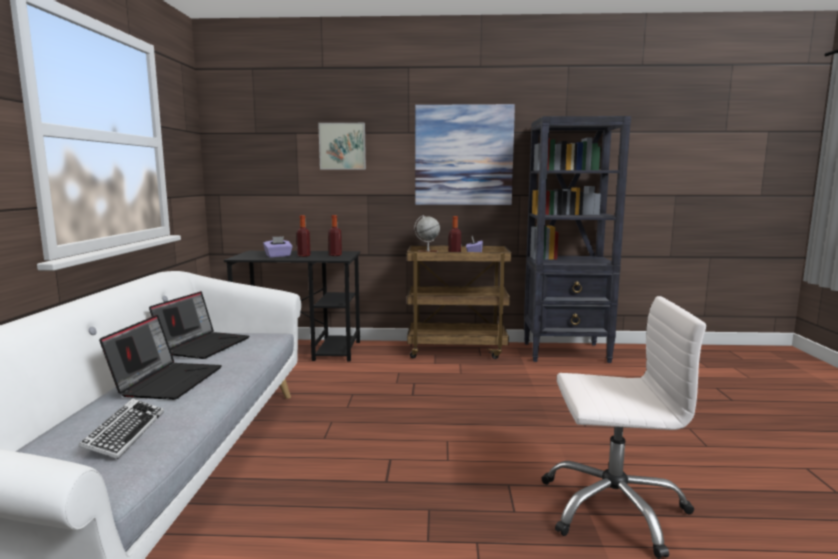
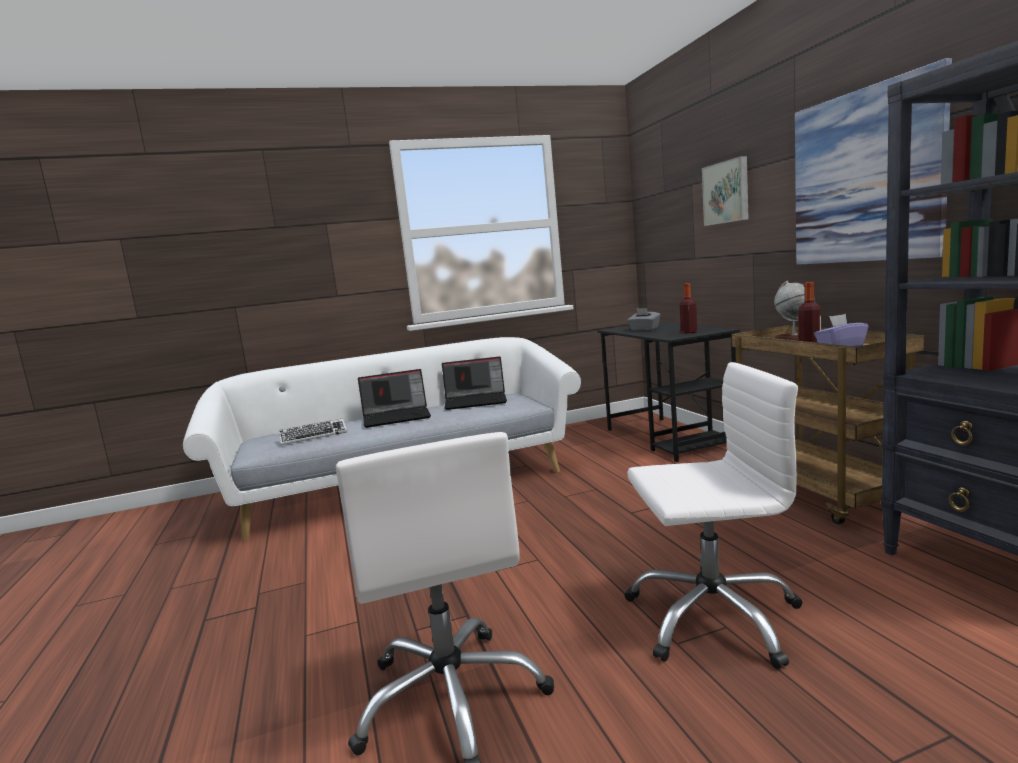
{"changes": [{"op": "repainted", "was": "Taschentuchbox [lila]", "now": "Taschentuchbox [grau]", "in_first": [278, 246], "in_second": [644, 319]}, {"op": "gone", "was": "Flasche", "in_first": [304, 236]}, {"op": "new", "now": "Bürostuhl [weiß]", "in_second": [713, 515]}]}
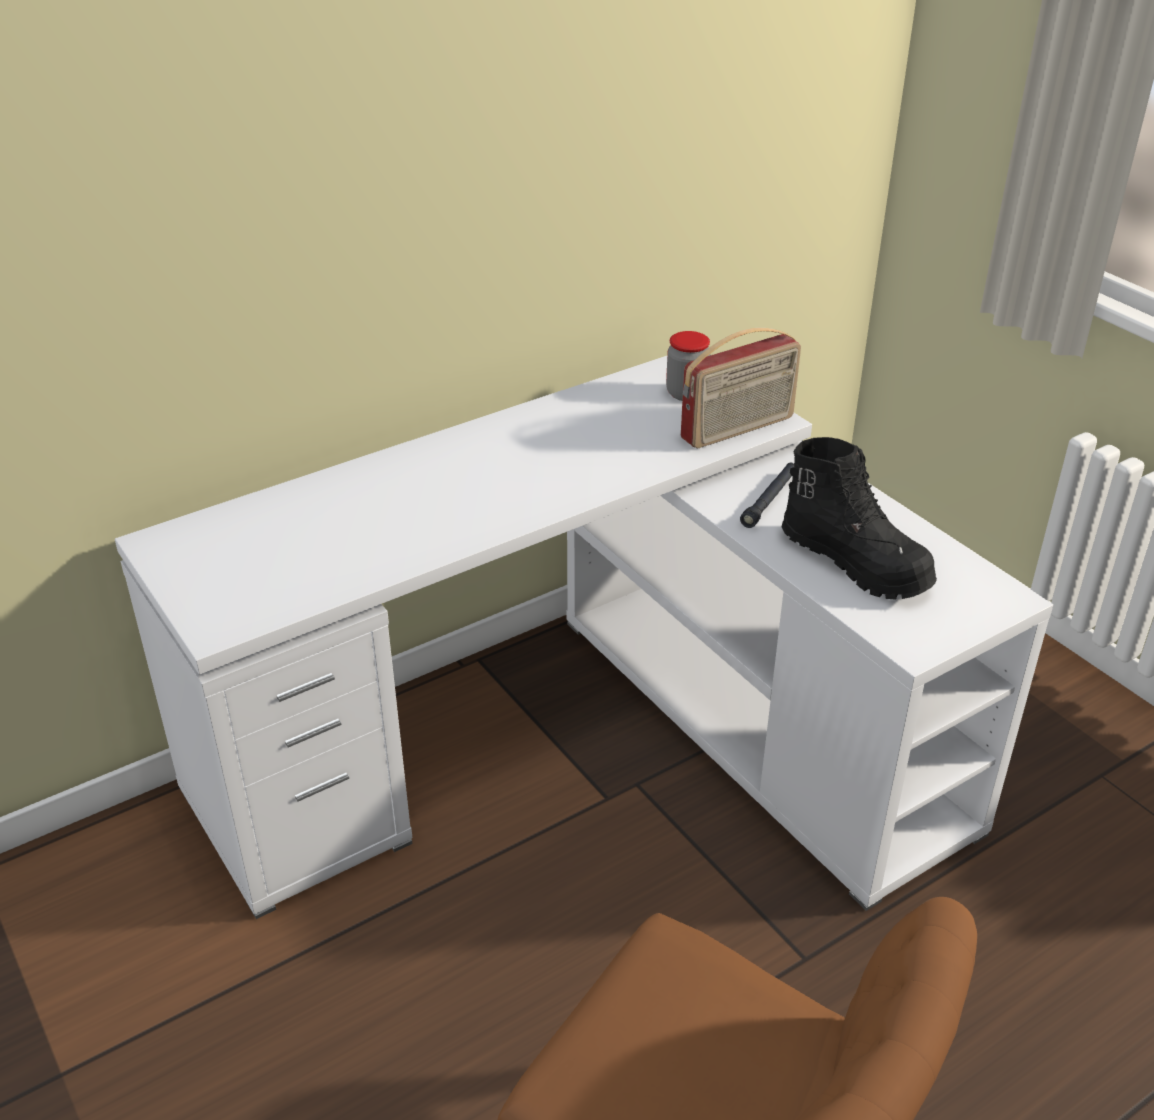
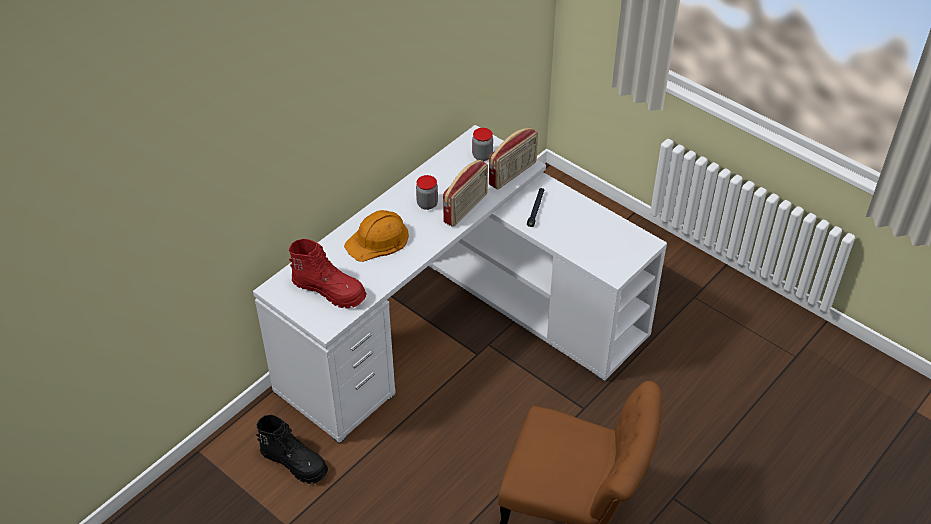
{"changes": [{"op": "shifted", "was": "Stiefel [schwarz]", "in_first": [859, 518], "in_second": [292, 449]}, {"op": "new", "now": "Stiefel [rot]", "in_second": [328, 274]}, {"op": "new", "now": "Schutzhelm [orange]", "in_second": [376, 236]}, {"op": "new", "now": "Vorratsglas", "in_second": [427, 192]}, {"op": "new", "now": "Radio", "in_second": [465, 193]}]}
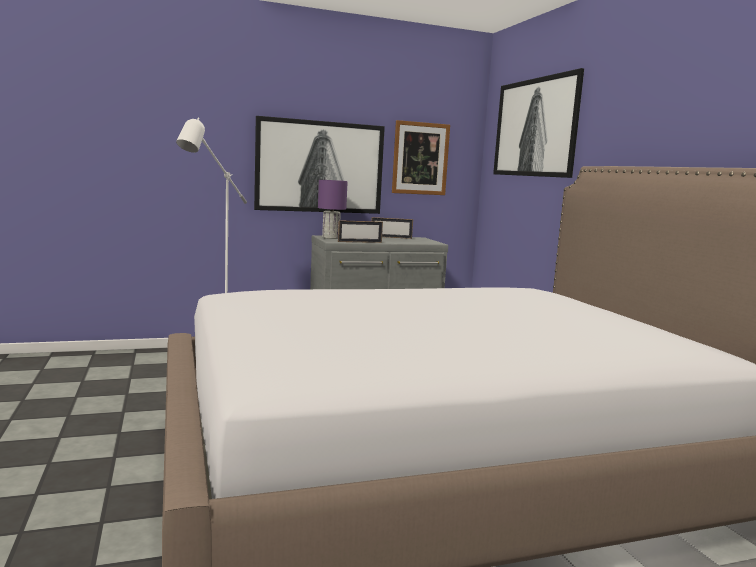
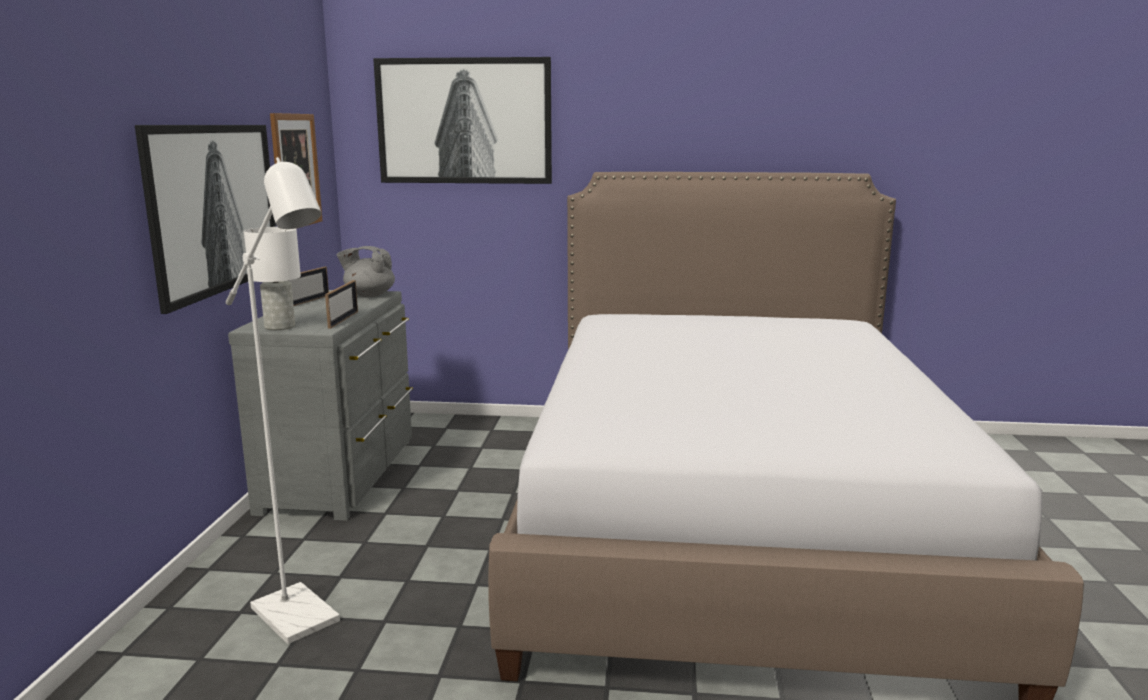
{"changes": [{"op": "repainted", "was": "Tischlampe [lila]", "now": "Tischlampe [weiß]", "in_first": [333, 209], "in_second": [272, 278]}, {"op": "new", "now": "Teekanne [grau]", "in_second": [366, 271]}]}
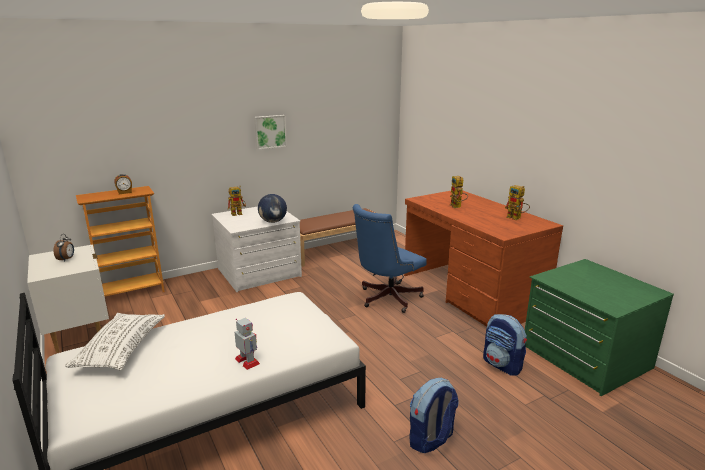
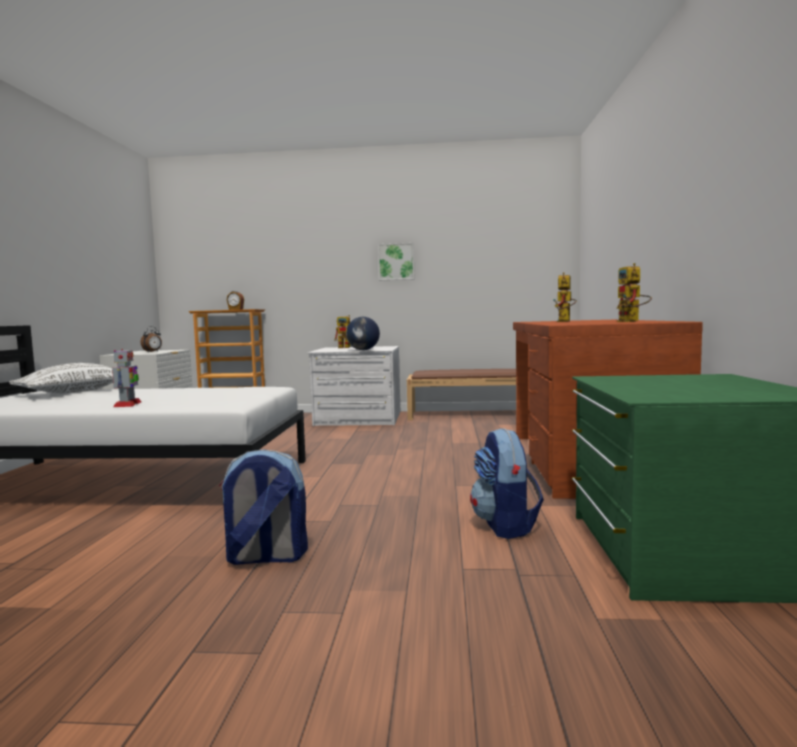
{"changes": [{"op": "gone", "was": "Bürostuhl [blau]", "in_first": [390, 258]}]}
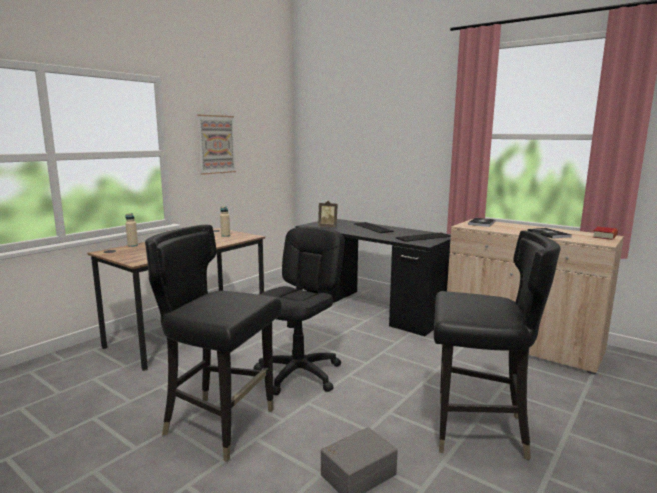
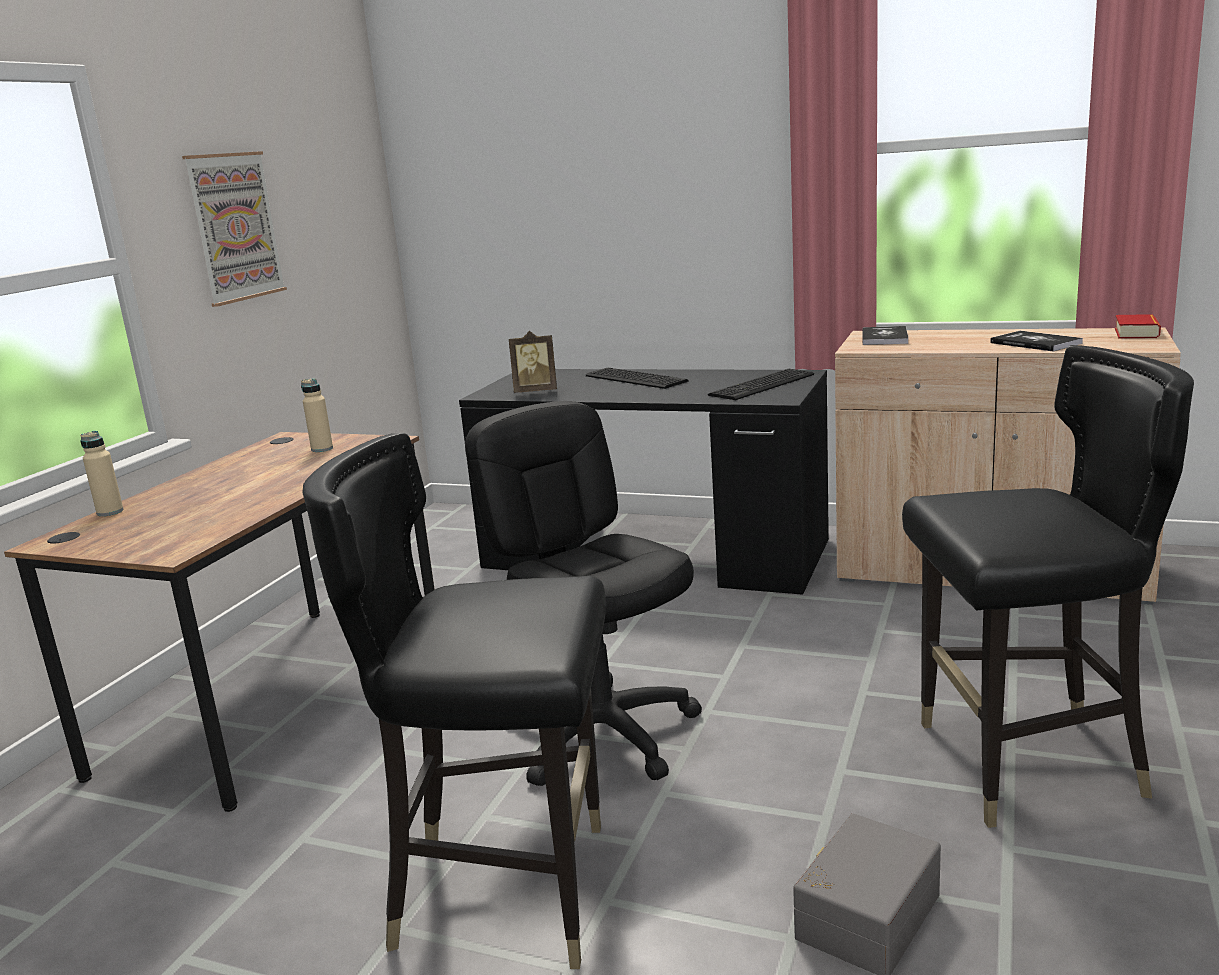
{"changes": [{"op": "rotated", "was": "Bürostuhl [schwarz]", "in_first": [299, 311], "in_second": [583, 593], "clockwise": -45}]}
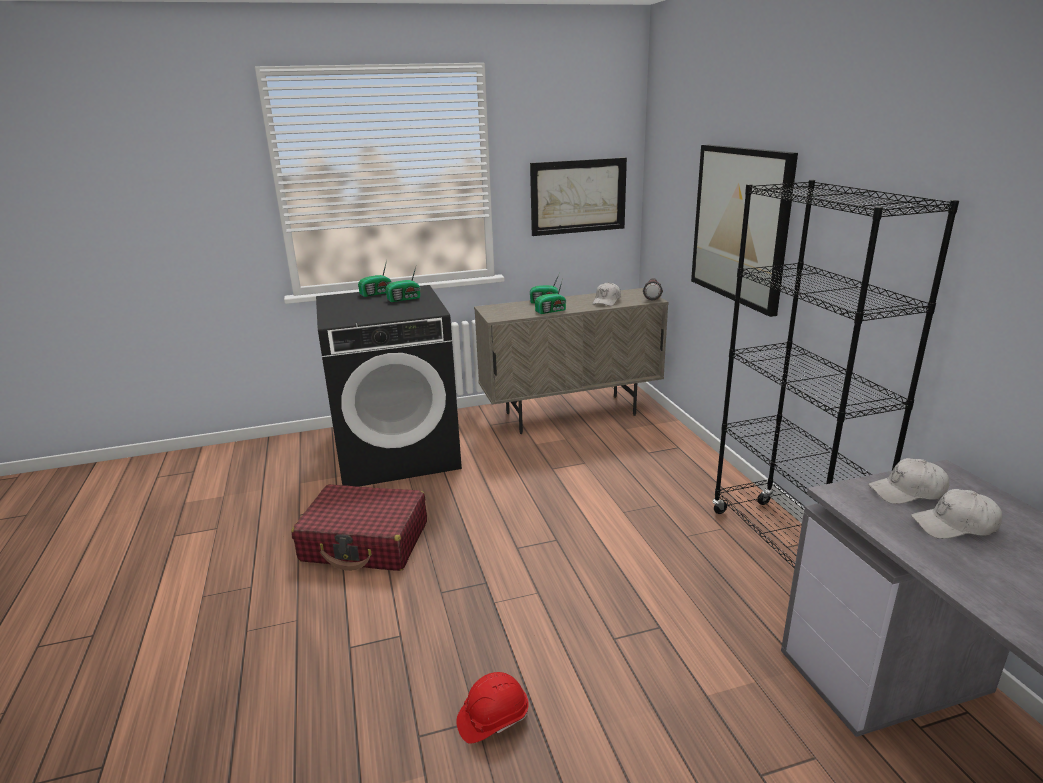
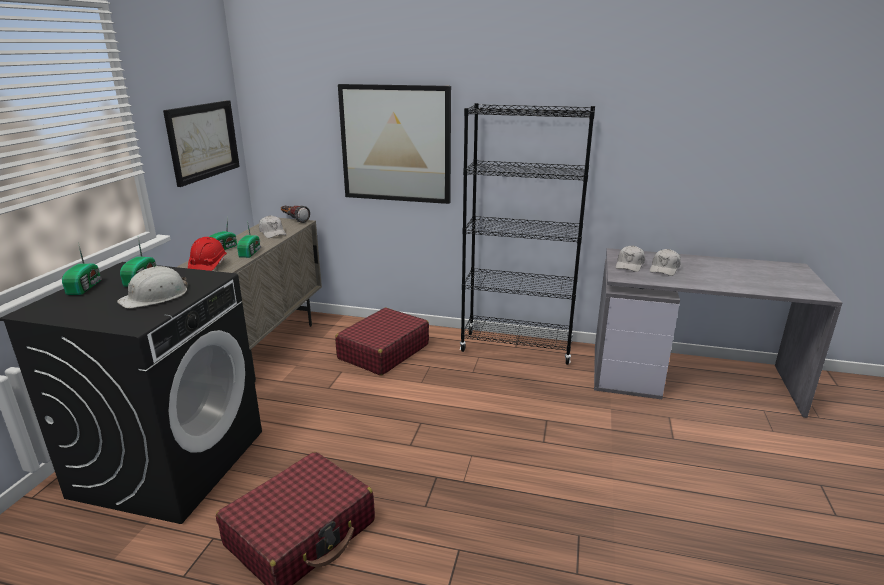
{"changes": [{"op": "shifted", "was": "Schutzhelm [rot]", "in_first": [492, 708], "in_second": [207, 254]}, {"op": "new", "now": "Schutzhelm [weiß]", "in_second": [152, 287]}, {"op": "new", "now": "Koffer [rot]", "in_second": [382, 342]}]}
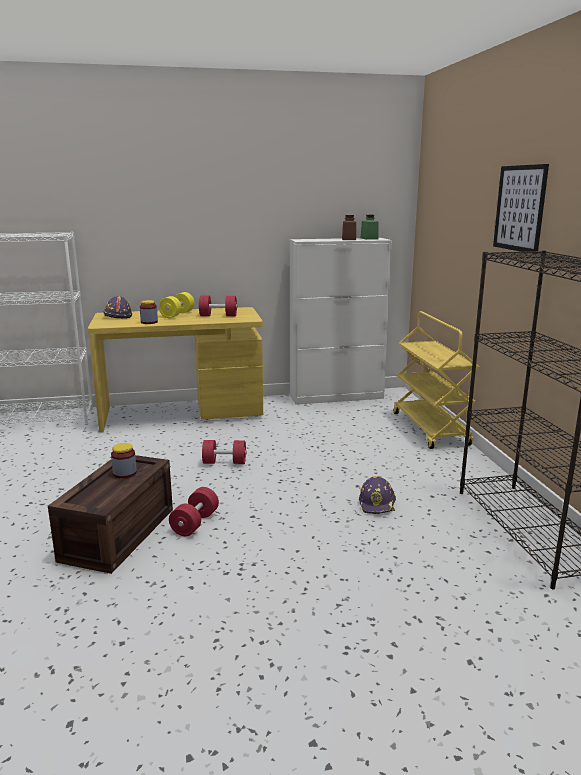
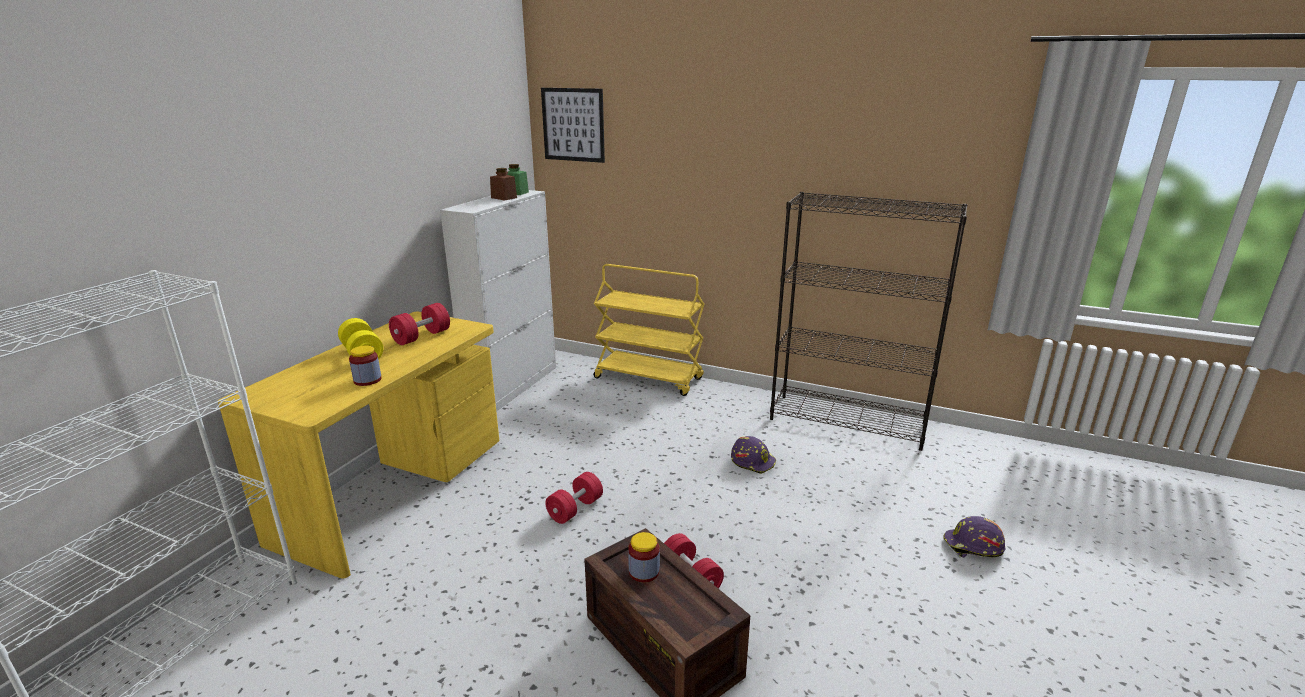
{"changes": [{"op": "shifted", "was": "Schutzhelm [lila]", "in_first": [117, 307], "in_second": [974, 537]}, {"op": "shifted", "was": "Bild", "in_first": [521, 208], "in_second": [573, 125]}]}
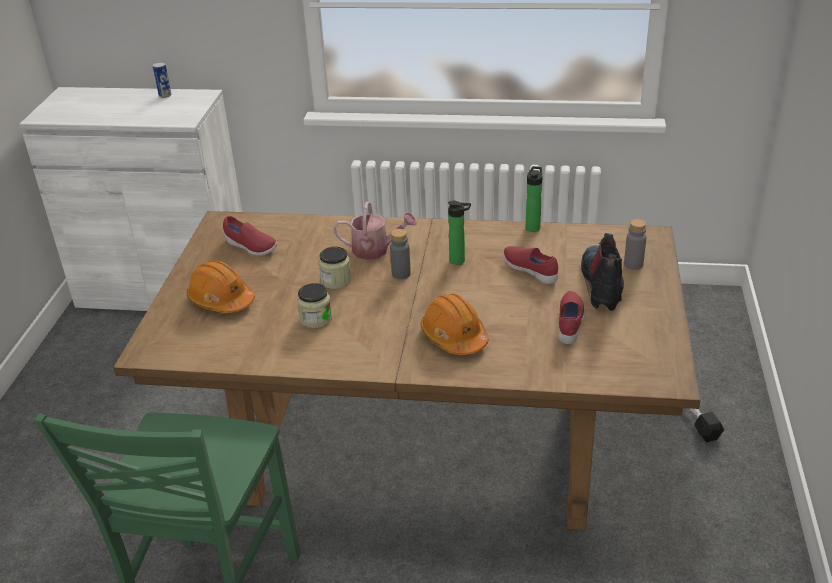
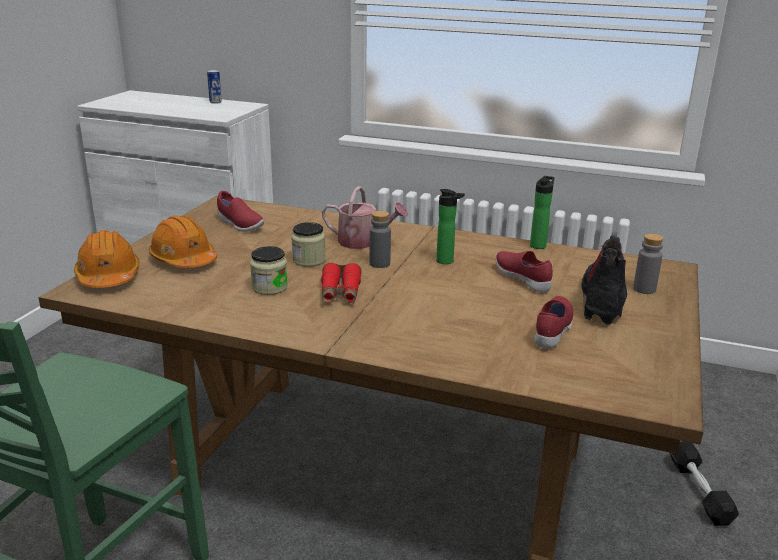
{"changes": [{"op": "shifted", "was": "Schutzhelm [orange]", "in_first": [455, 324], "in_second": [107, 259]}, {"op": "new", "now": "Fernglas [rot]", "in_second": [341, 283]}]}
